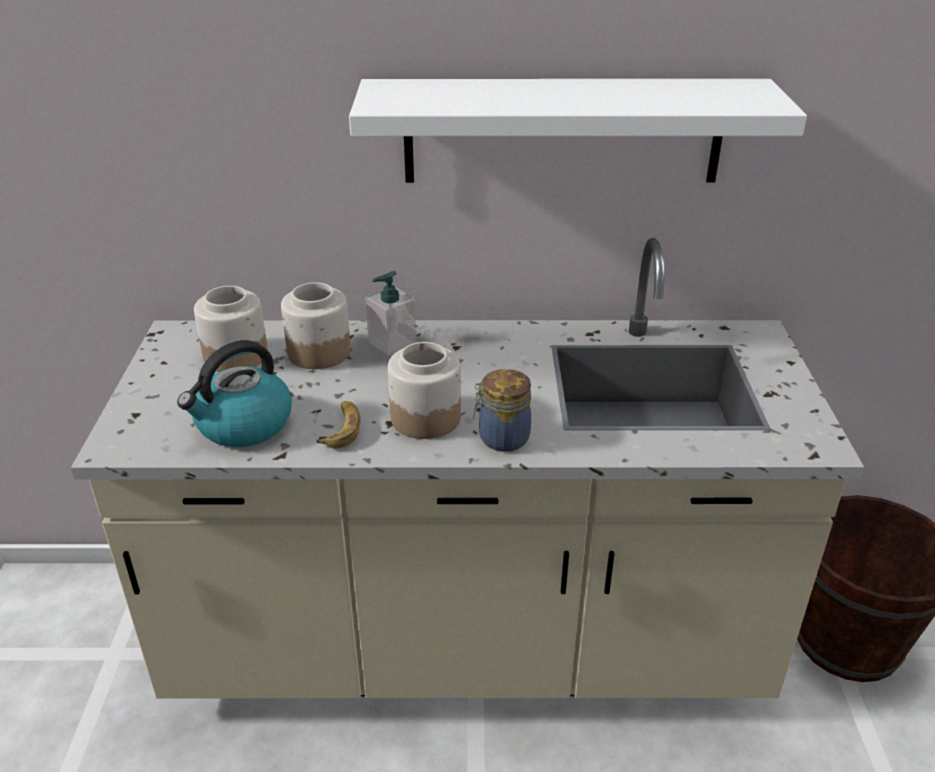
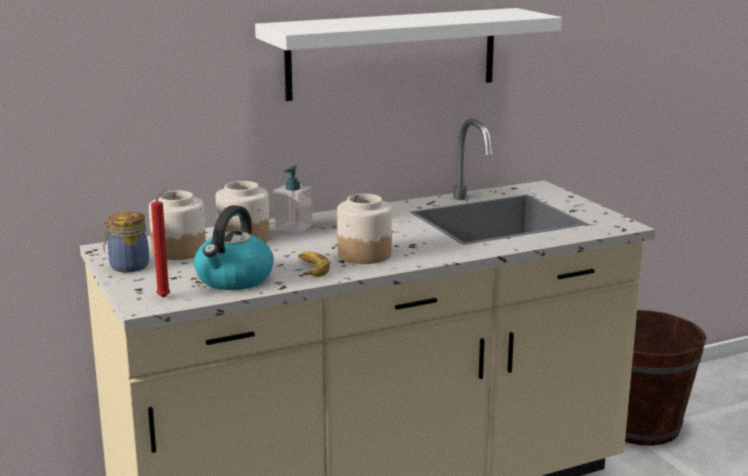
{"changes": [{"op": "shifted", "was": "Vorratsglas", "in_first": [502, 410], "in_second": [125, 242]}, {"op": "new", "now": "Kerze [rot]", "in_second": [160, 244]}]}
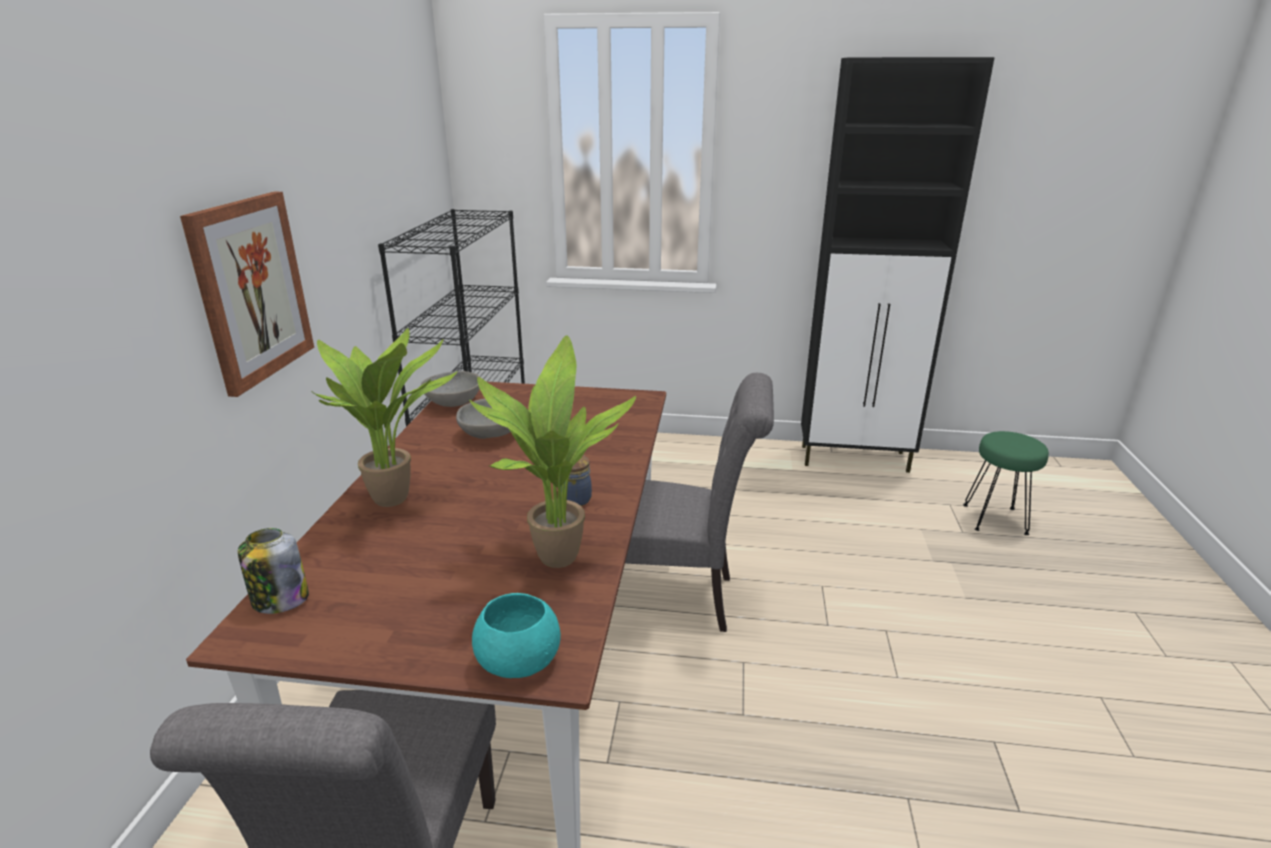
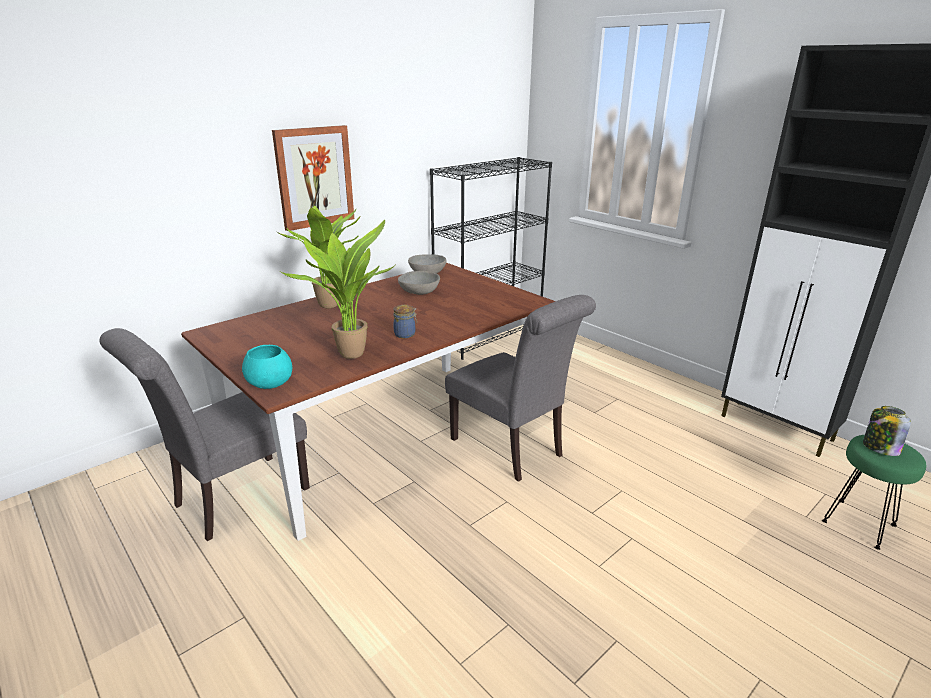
{"changes": [{"op": "shifted", "was": "Vorratsglas", "in_first": [273, 571], "in_second": [887, 431]}]}
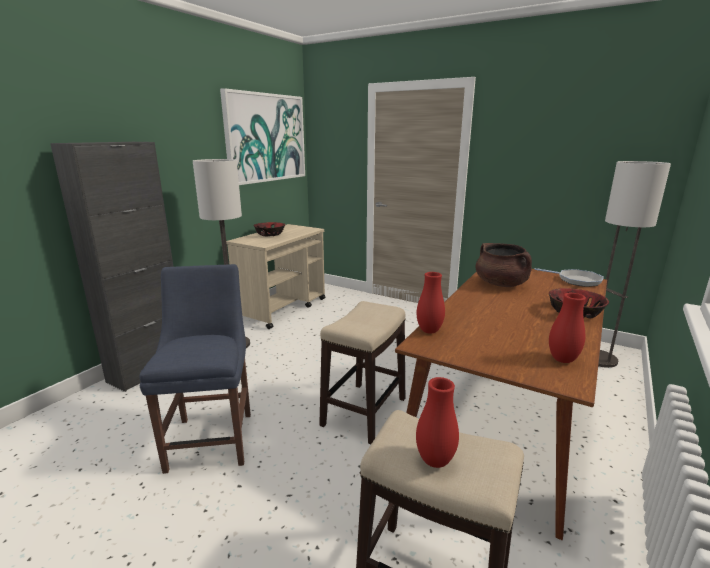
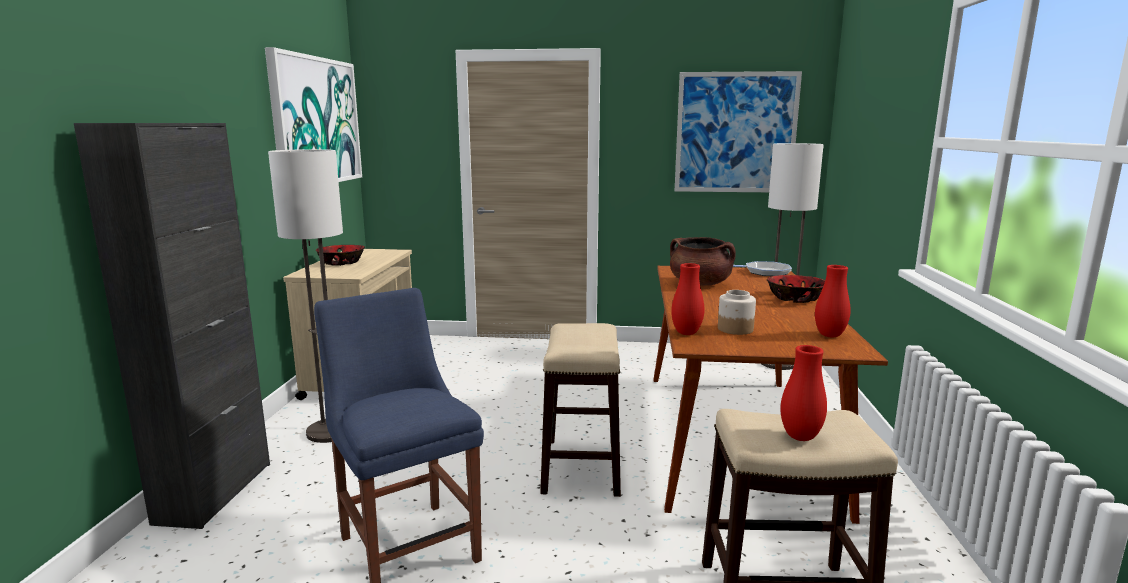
{"changes": [{"op": "new", "now": "Bild", "in_second": [738, 131]}, {"op": "new", "now": "Vorratsglas", "in_second": [737, 312]}]}
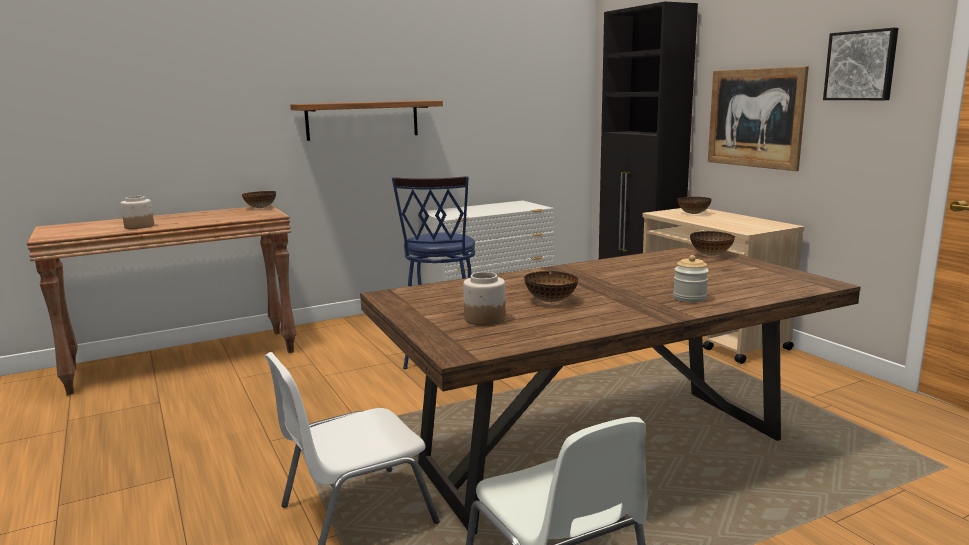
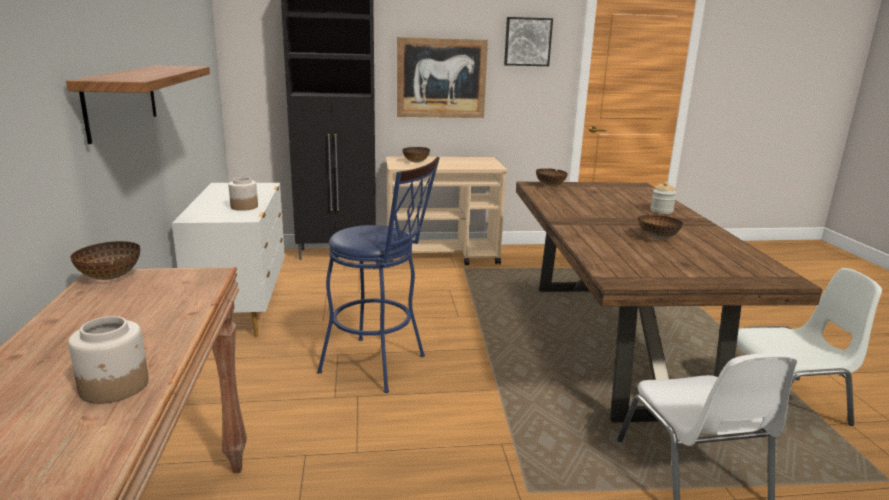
{"changes": [{"op": "shifted", "was": "Vorratsglas", "in_first": [484, 298], "in_second": [243, 194]}]}
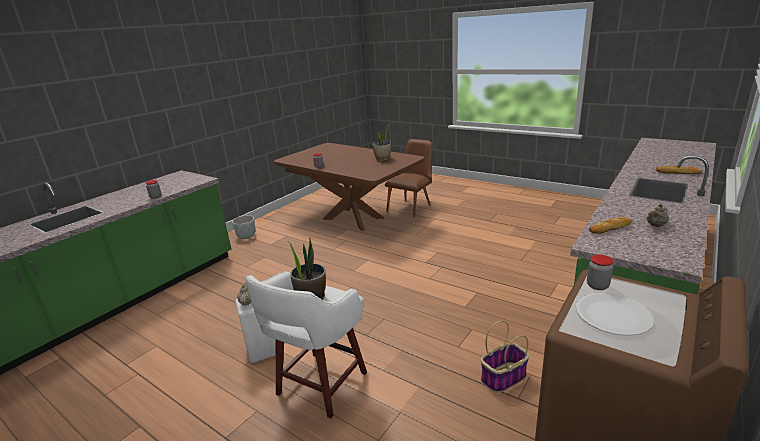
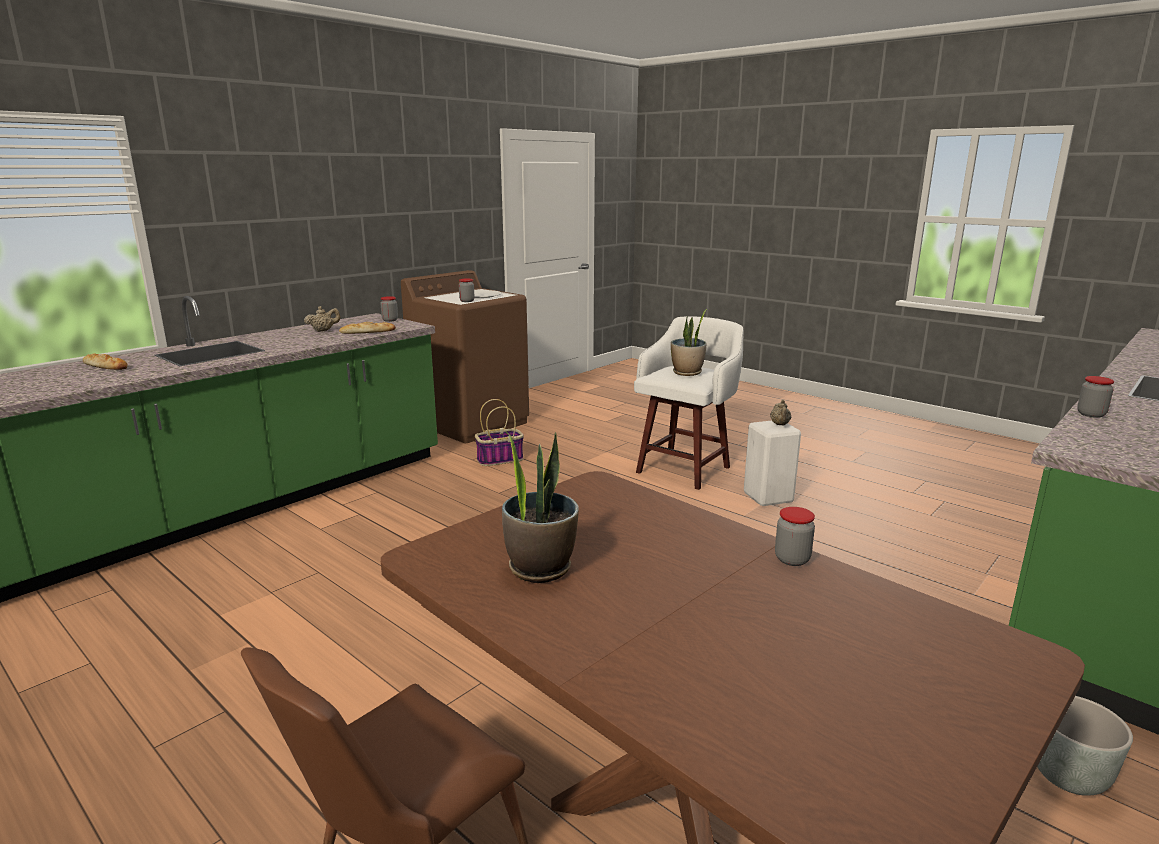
{"changes": [{"op": "new", "now": "Vorratsglas", "in_second": [389, 309]}]}
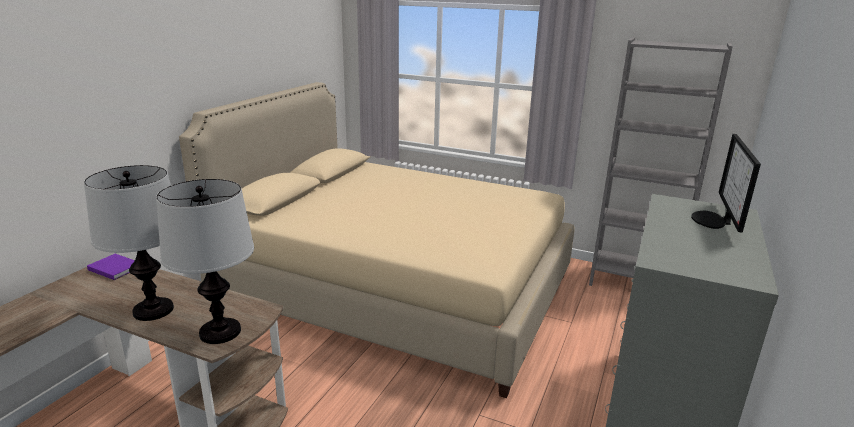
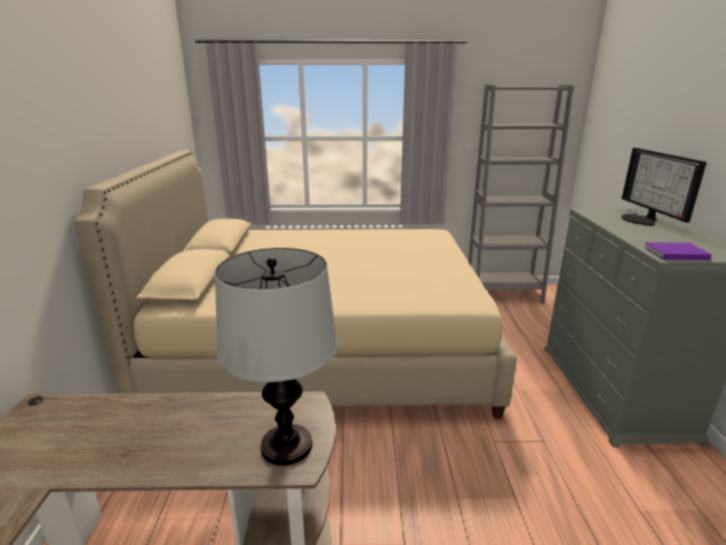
{"changes": [{"op": "gone", "was": "Tischlampe", "in_first": [129, 243]}, {"op": "shifted", "was": "Buch [lila]", "in_first": [111, 267], "in_second": [678, 251]}]}
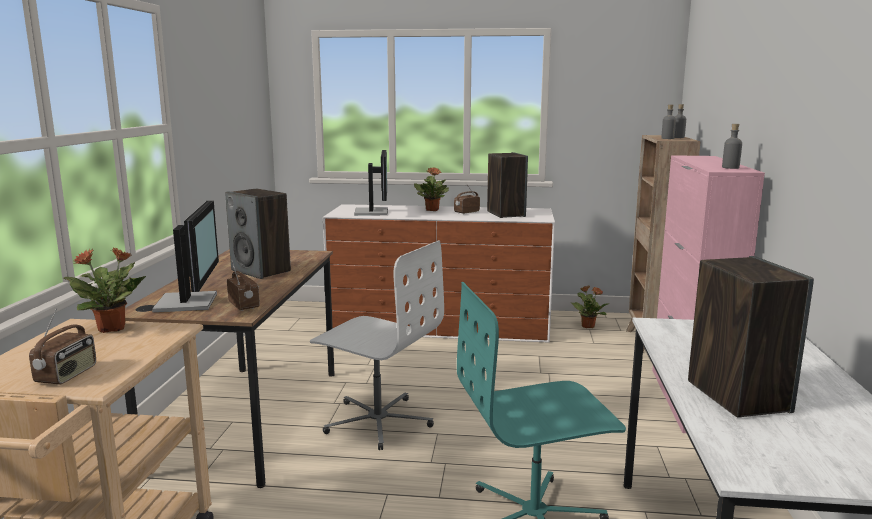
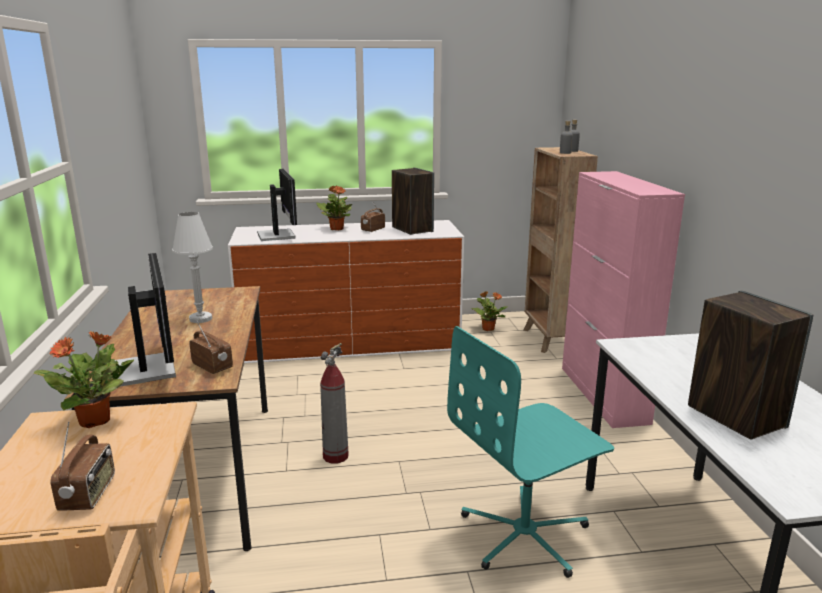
{"changes": [{"op": "swapped", "was": "Lautsprecher", "now": "Tischlampe [weiß]", "in_first": [258, 234], "in_second": [192, 267]}, {"op": "swapped", "was": "Bürostuhl [weiß]", "now": "Feuerlöscher", "in_first": [377, 345], "in_second": [334, 403]}, {"op": "gone", "was": "Flasche [grau]", "in_first": [732, 146]}]}
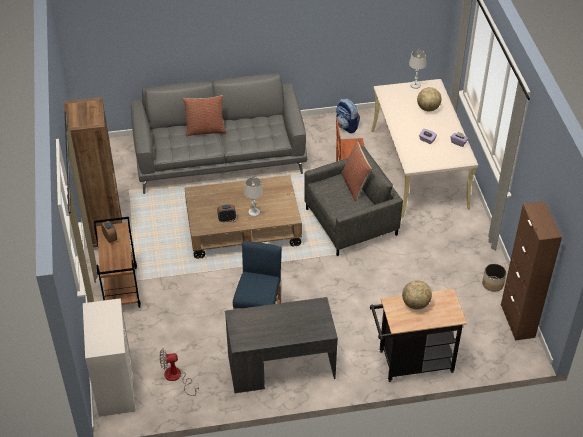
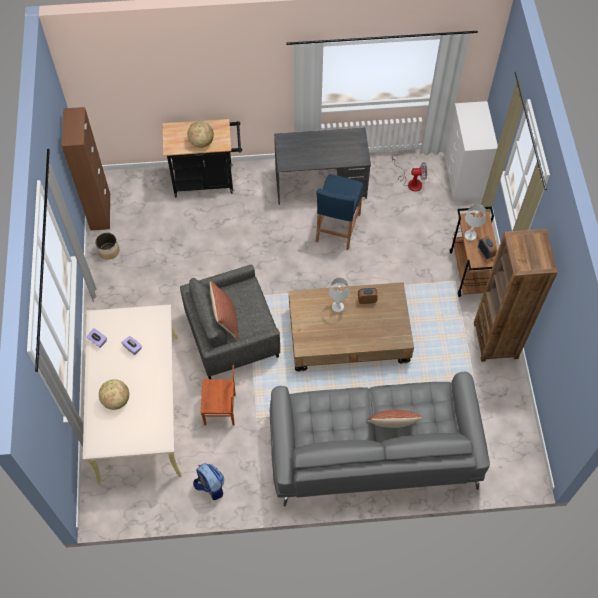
{"changes": [{"op": "shifted", "was": "Tischlampe [weiß]", "in_first": [418, 69], "in_second": [475, 222]}]}
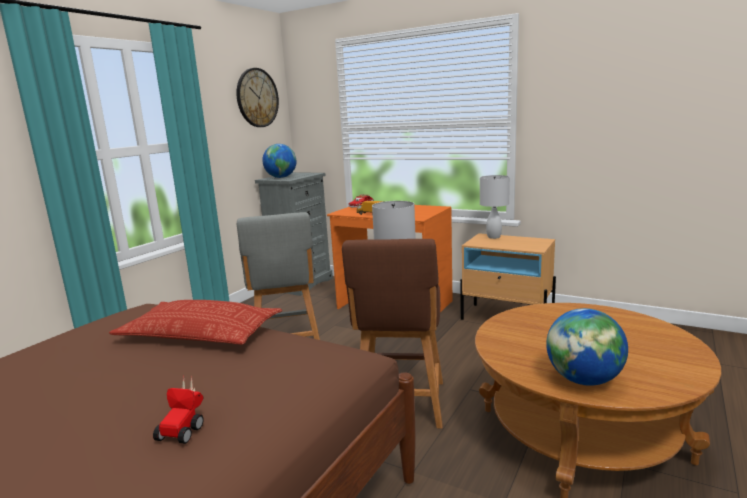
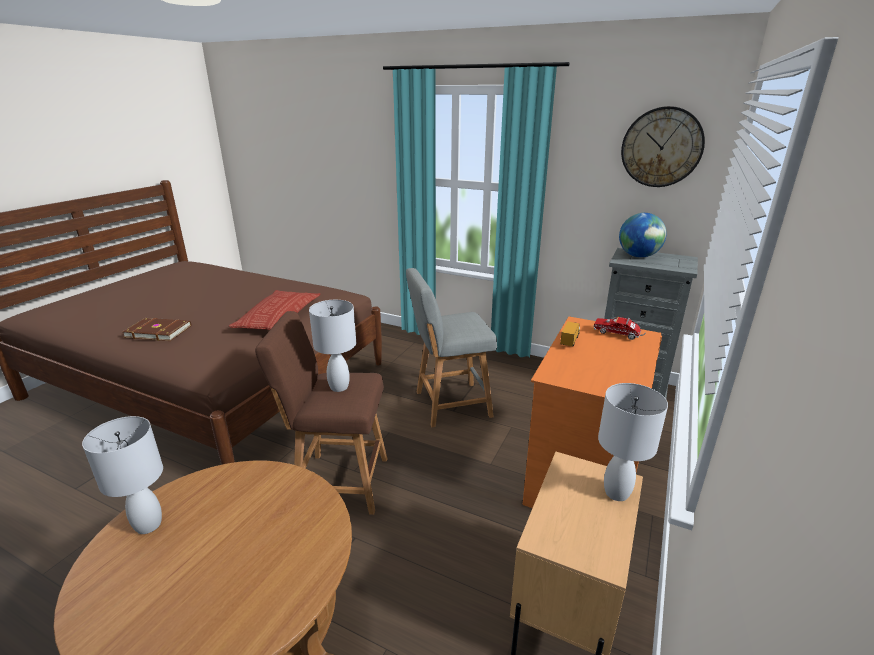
{"changes": [{"op": "swapped", "was": "Spielzeugauto", "now": "Buch [braun]", "in_first": [178, 410], "in_second": [156, 329]}, {"op": "swapped", "was": "Globus", "now": "Tischlampe [weiß]", "in_first": [587, 347], "in_second": [122, 475]}]}
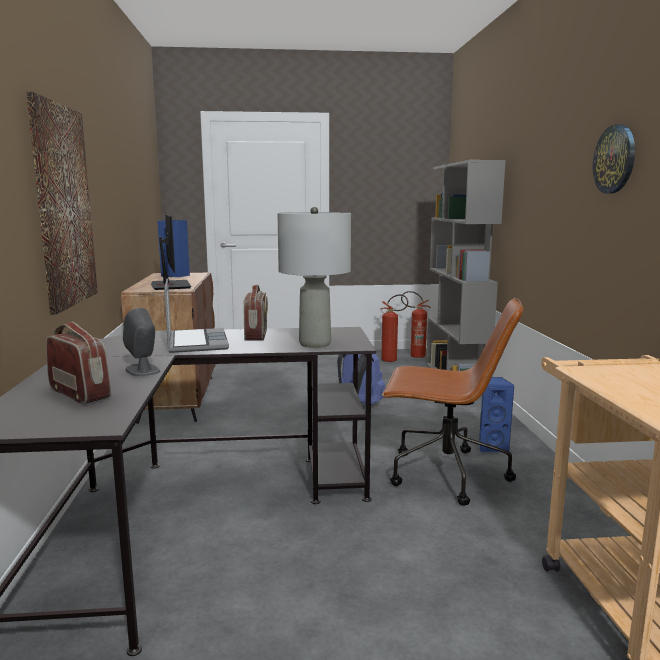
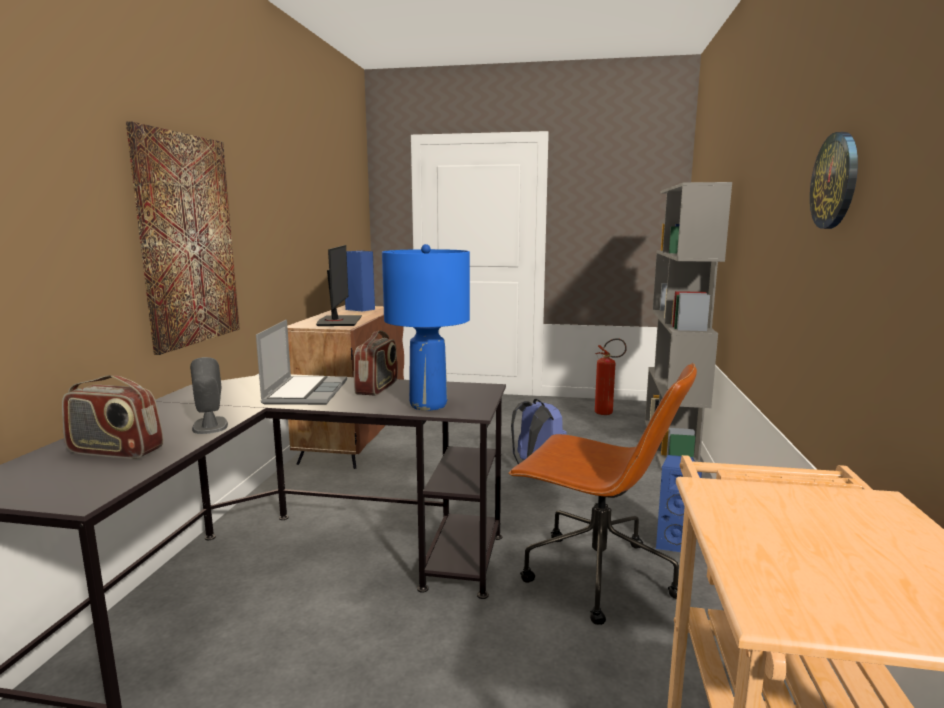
{"changes": [{"op": "rotated", "was": "Radio", "in_first": [78, 363], "in_second": [112, 417], "clockwise": 135}, {"op": "repainted", "was": "Tischlampe [grau]", "now": "Tischlampe [blau]", "in_first": [314, 277], "in_second": [426, 327]}, {"op": "gone", "was": "Feuerlöscher", "in_first": [416, 324]}]}
